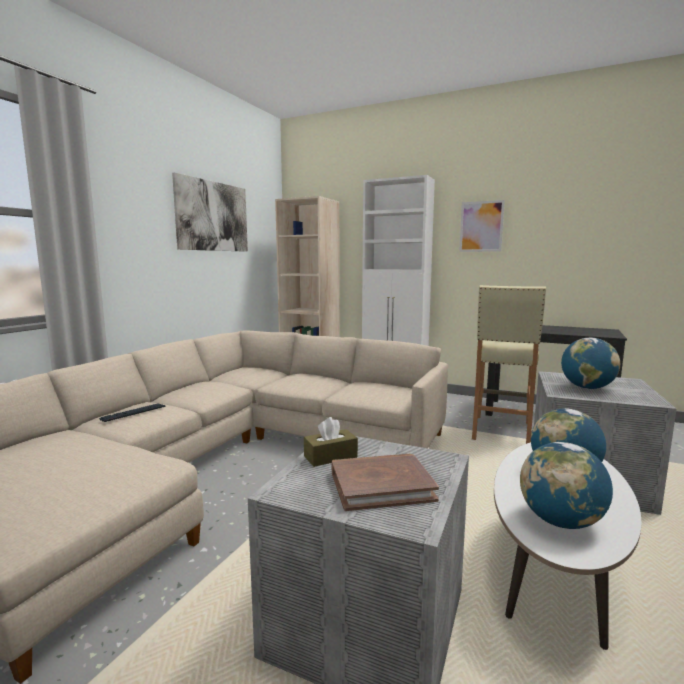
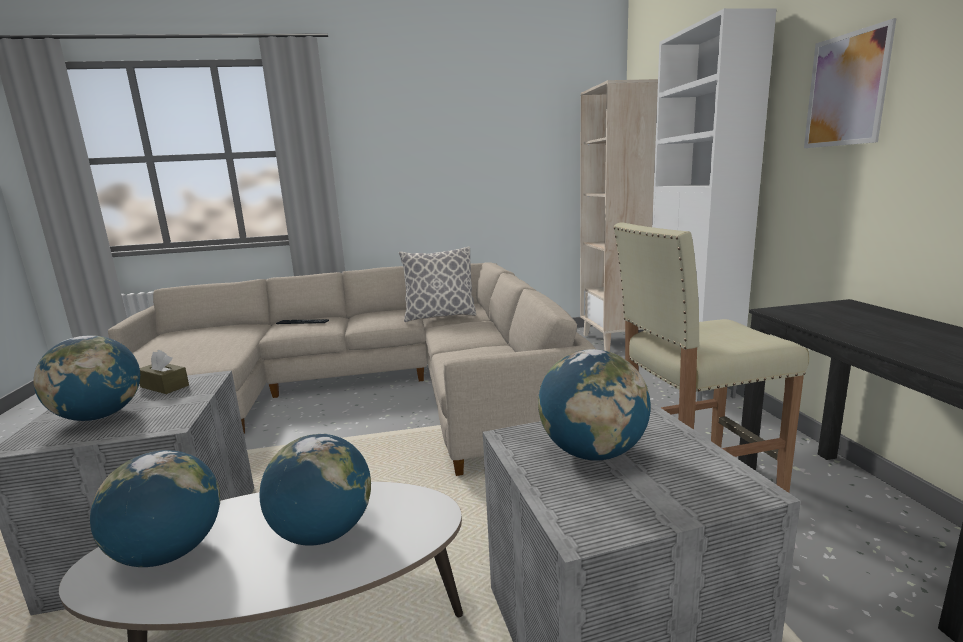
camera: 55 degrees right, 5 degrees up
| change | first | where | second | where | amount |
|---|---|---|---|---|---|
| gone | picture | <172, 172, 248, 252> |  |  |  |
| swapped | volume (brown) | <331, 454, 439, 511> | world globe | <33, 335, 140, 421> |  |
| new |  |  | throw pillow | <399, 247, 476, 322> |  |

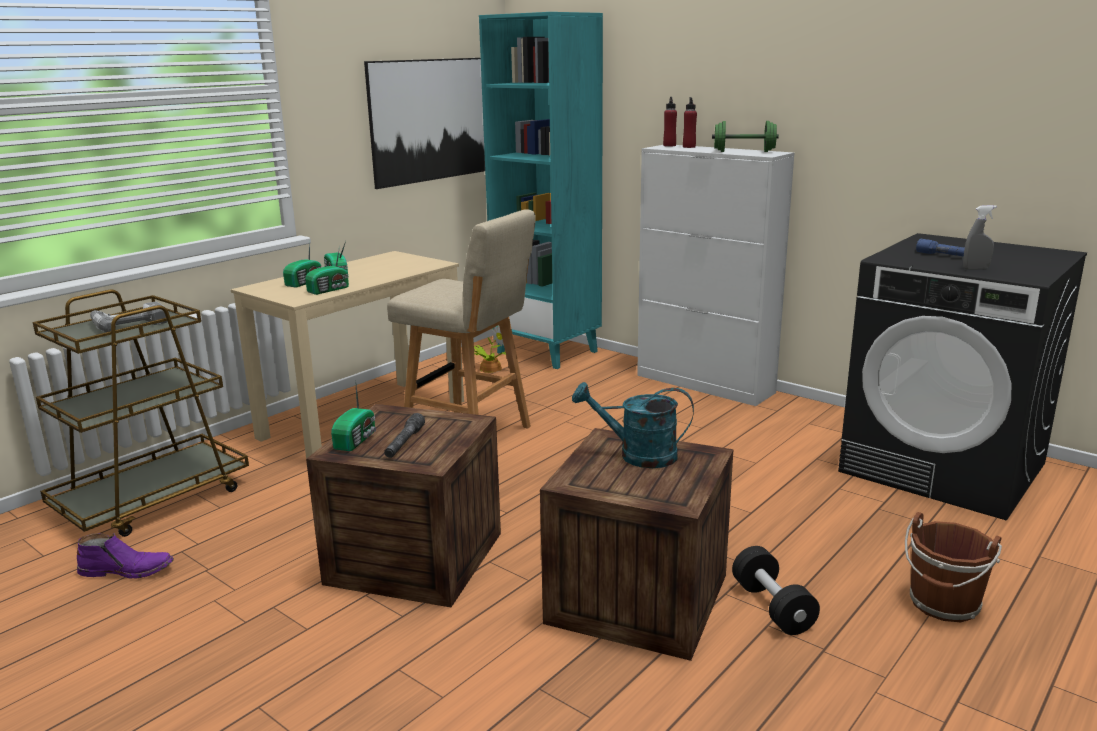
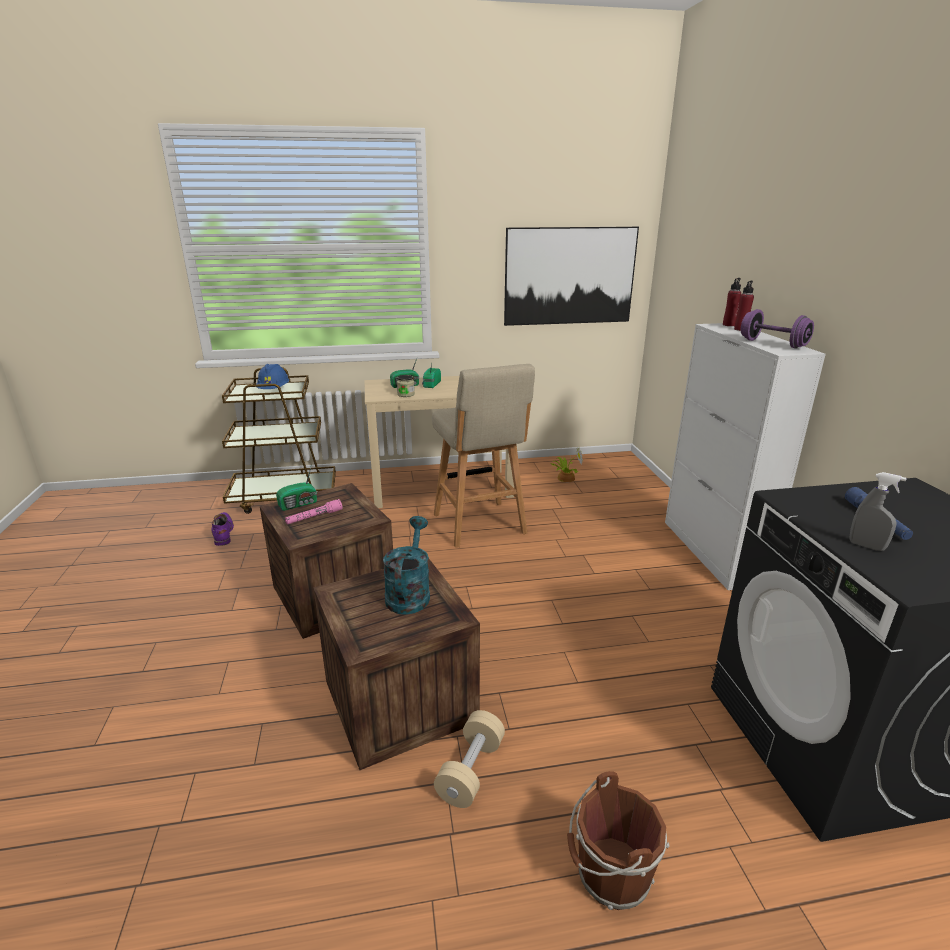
camera: 40 degrees right, 5 degrees up
| change | first | where | second | where | amount |
|---|---|---|---|---|---|
| gone | bookcase (turquoise) | <479, 12, 603, 369> |  |  |  |
| repainted | dumbbell (greenish) | <712, 121, 779, 152> | dumbbell (purplish) | <741, 309, 814, 348> |  |
| swapped | radio set | <305, 245, 349, 295> | preserve jar | <397, 375, 415, 397> |  |
| swapped | power drill | <90, 301, 167, 332> | safety helmet (bluish) | <257, 364, 289, 389> |  |
| rotated | watering can (turquoise) | <572, 382, 694, 468> |  | <383, 516, 430, 615> | 45 degrees clockwise |
| repainted | hand torch (grey) | <384, 413, 425, 458> | hand torch (pink) | <285, 499, 342, 524> |  |
| rotated | boot (purplish) | <77, 533, 174, 579> |  | <212, 512, 234, 546> | 150 degrees counterclockwise |
| repainted | dumbbell (black-coloured) | <732, 546, 820, 635> | dumbbell (sand-coloured) | <434, 710, 505, 808> |  |

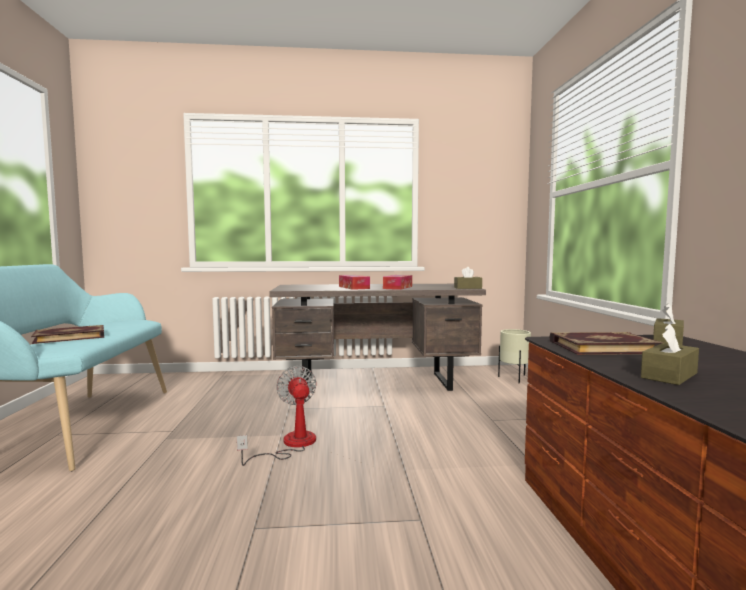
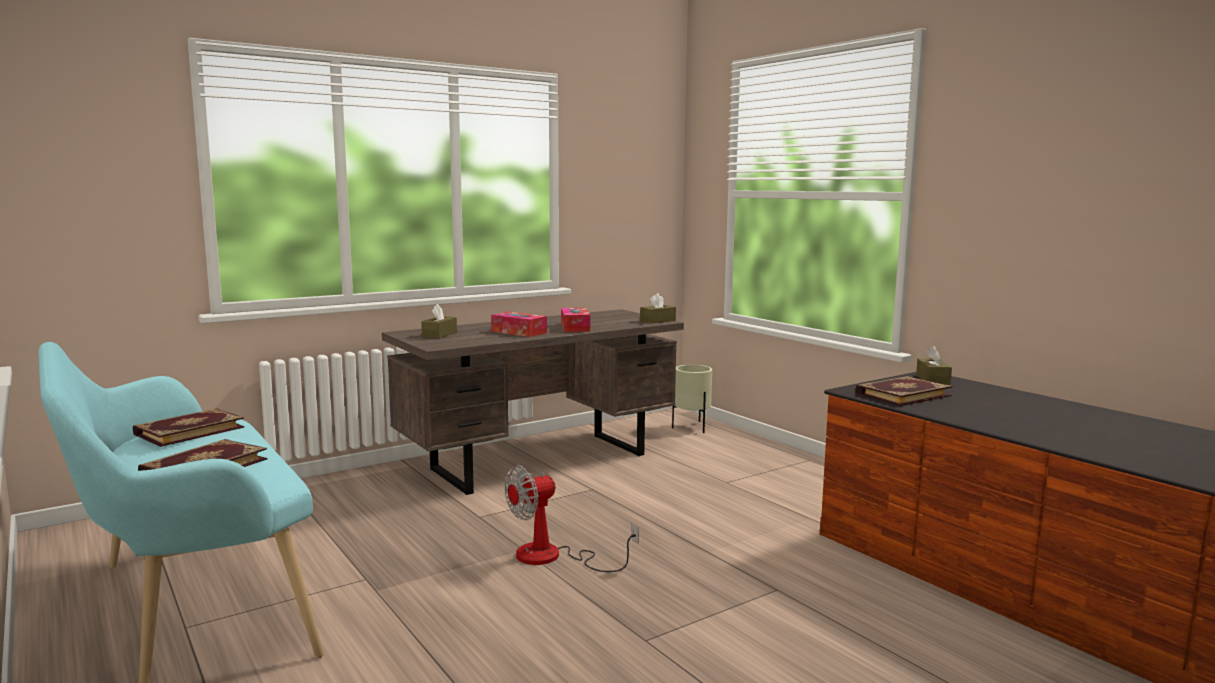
camera: 30 degrees left, 5 degrees up
| change | first | where | second | where | amount |
|---|---|---|---|---|---|
| shifted | box of tissues (brown) | <641, 324, 699, 385> |  | <421, 304, 457, 338> |  |
| rotated | electric fan | <237, 366, 317, 466> |  | <505, 466, 639, 572> | 75 degrees counterclockwise |
| new |  |  | volume | <133, 408, 244, 447> |  |

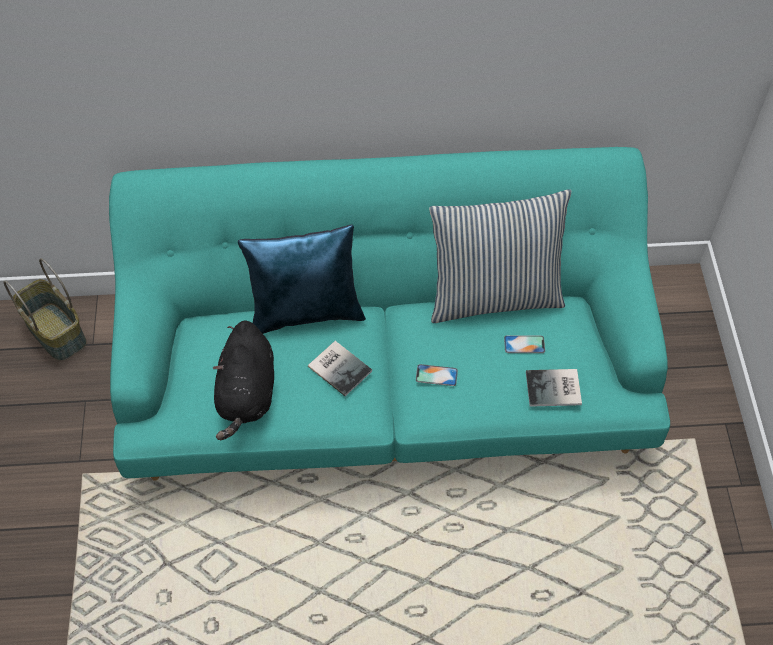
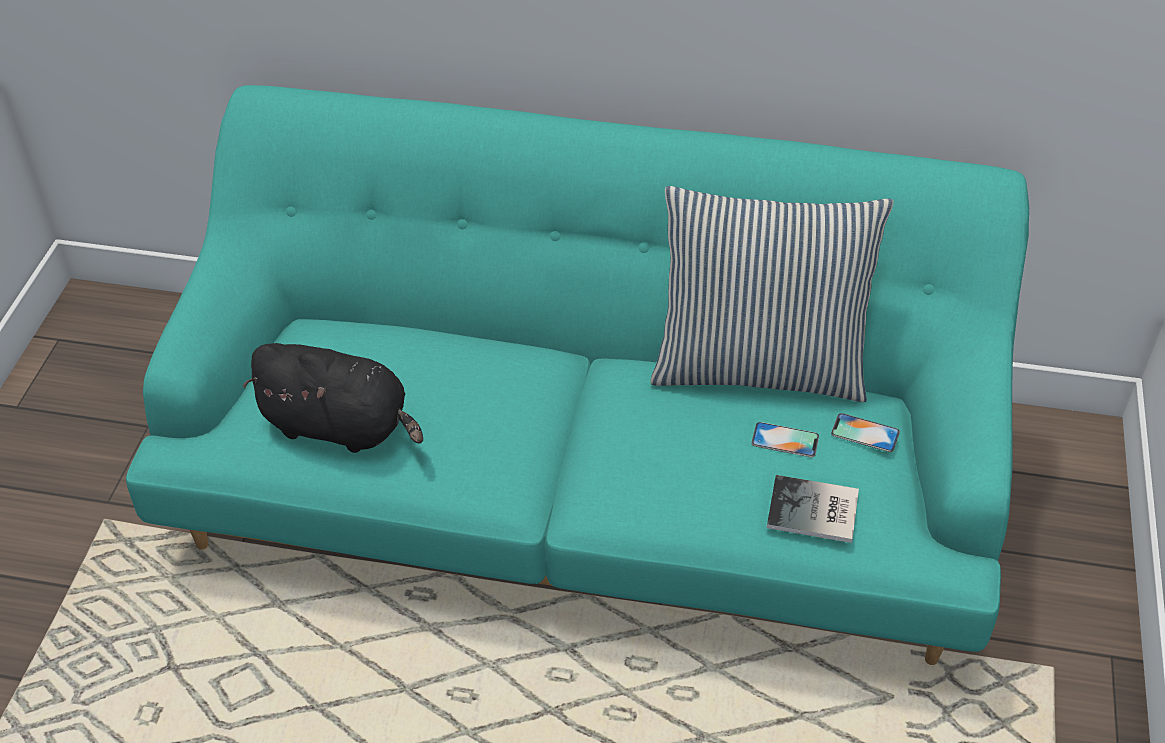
camera: 15 degrees right, 10 degrees down
| change | first | where | second | where | amount |
|---|---|---|---|---|---|
| gone | throw pillow (bluish) | <238, 225, 366, 334> |  |  |  |
| gone | storage basket | <4, 258, 87, 361> |  |  |  |
| rotated | plush toy (black-coloured) | <213, 320, 274, 440> |  | <242, 343, 423, 453> | 90 degrees counterclockwise |
| gone | volume | <308, 341, 372, 396> |  |  |  |
| shifted | telephone | <416, 364, 458, 386> |  | <831, 413, 900, 452> |  |

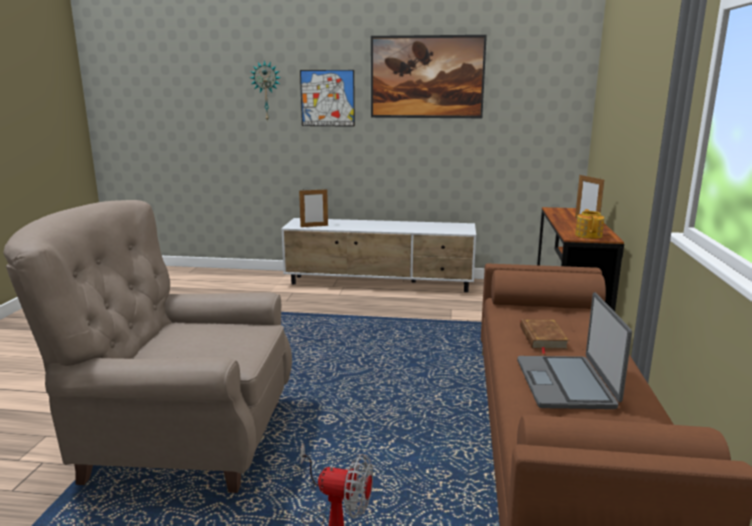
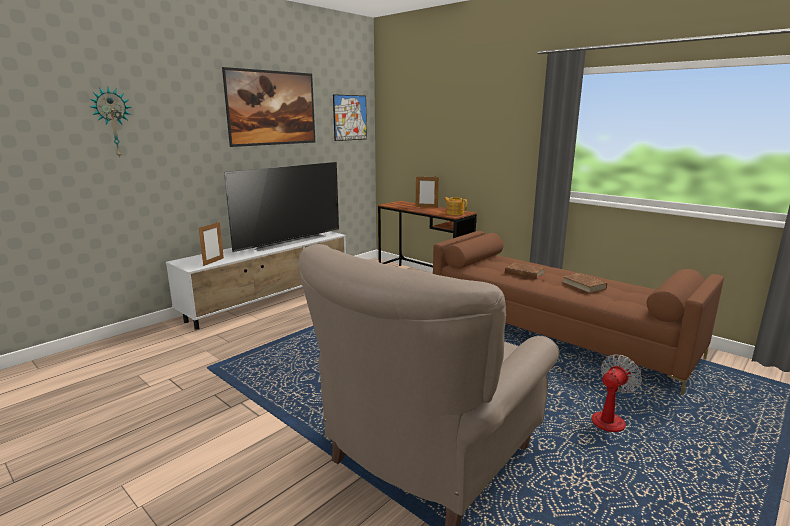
camera: 55 degrees left, 0 degrees up
| change | first | where | second | where | amount |
|---|---|---|---|---|---|
| shifted | picture | <300, 70, 355, 127> |  | <333, 94, 367, 141> |  |
| swapped | portable computer | <517, 292, 632, 409> | volume (brown) | <562, 273, 607, 293> |  |
| new |  |  | TV set | <224, 162, 339, 252> |  |

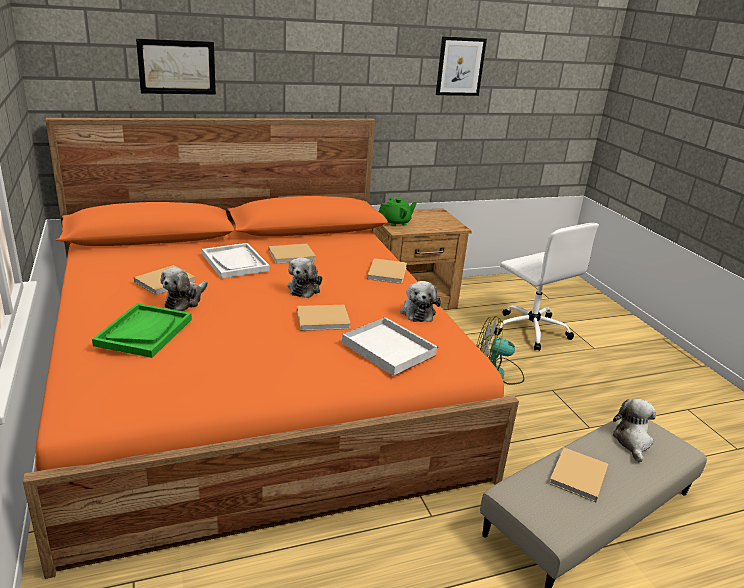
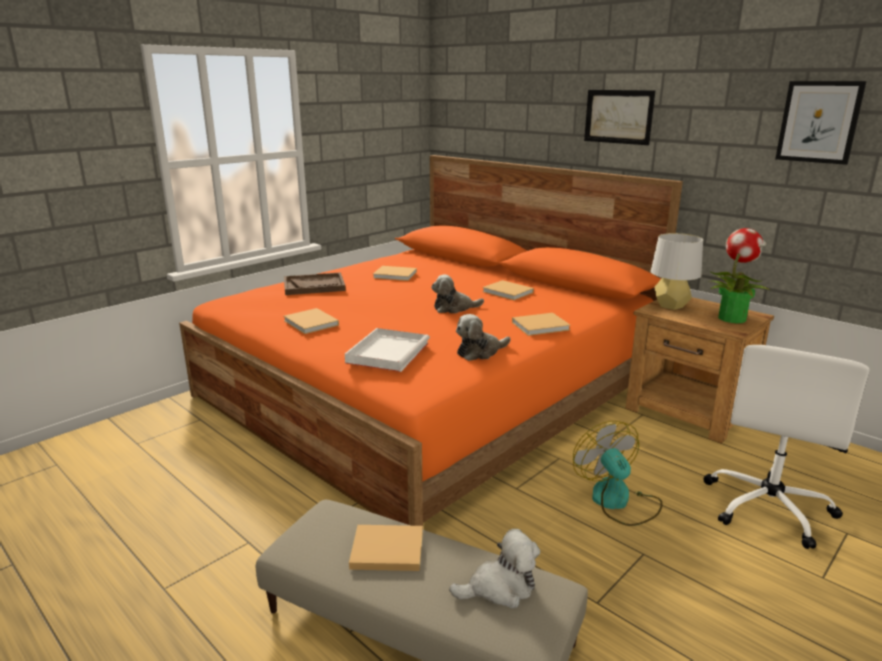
camera: 65 degrees right, 5 degrees down
| change | first | where | second | where | amount |
|---|---|---|---|---|---|
| shifted | picture | <136, 39, 216, 94> |  | <584, 90, 655, 145> |  |
| swapped | tea pot (greenish) | <379, 198, 417, 226> | tabletop lamp (grey) | <651, 233, 703, 310> |  |
| gone | carrying tray (white-coloured) | <202, 243, 270, 279> |  |  |  |
| gone | plush toy | <160, 267, 208, 311> |  |  |  |
| repainted | carrying tray (greenish) | <92, 303, 192, 358> | carrying tray (brown) | <284, 272, 346, 295> |  |
| shifted | volume (sand-coloured) | <297, 305, 351, 331> |  | <284, 308, 339, 334> |  |
| new |  |  | plant in a pot | <711, 228, 771, 323> |  |

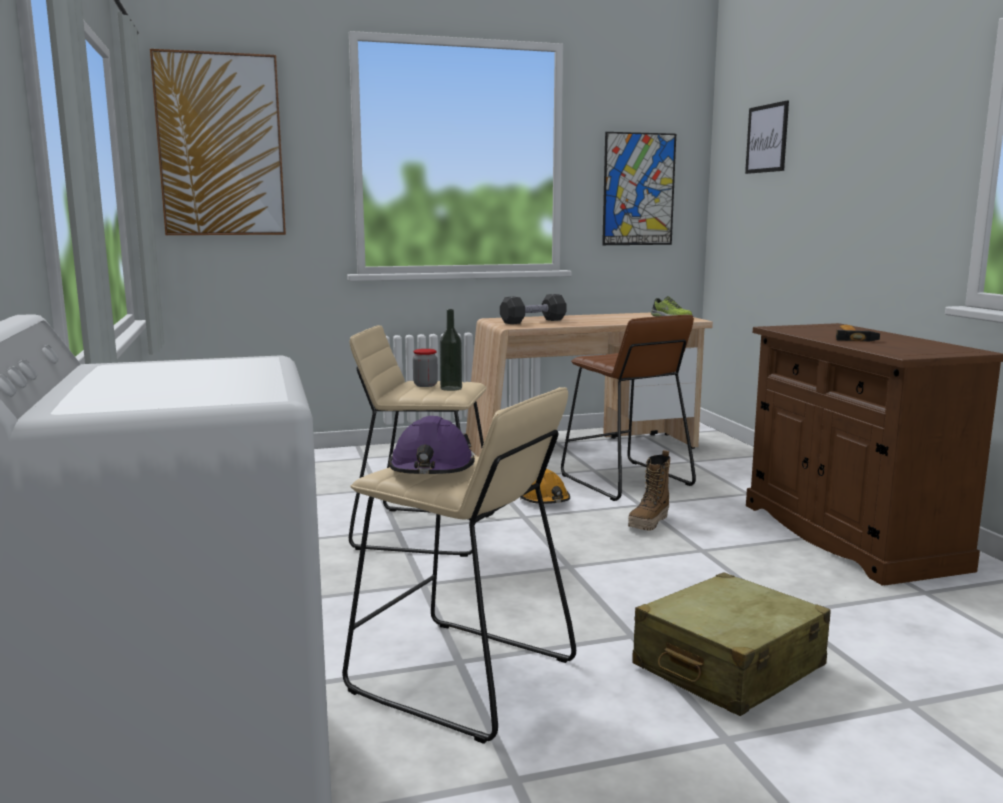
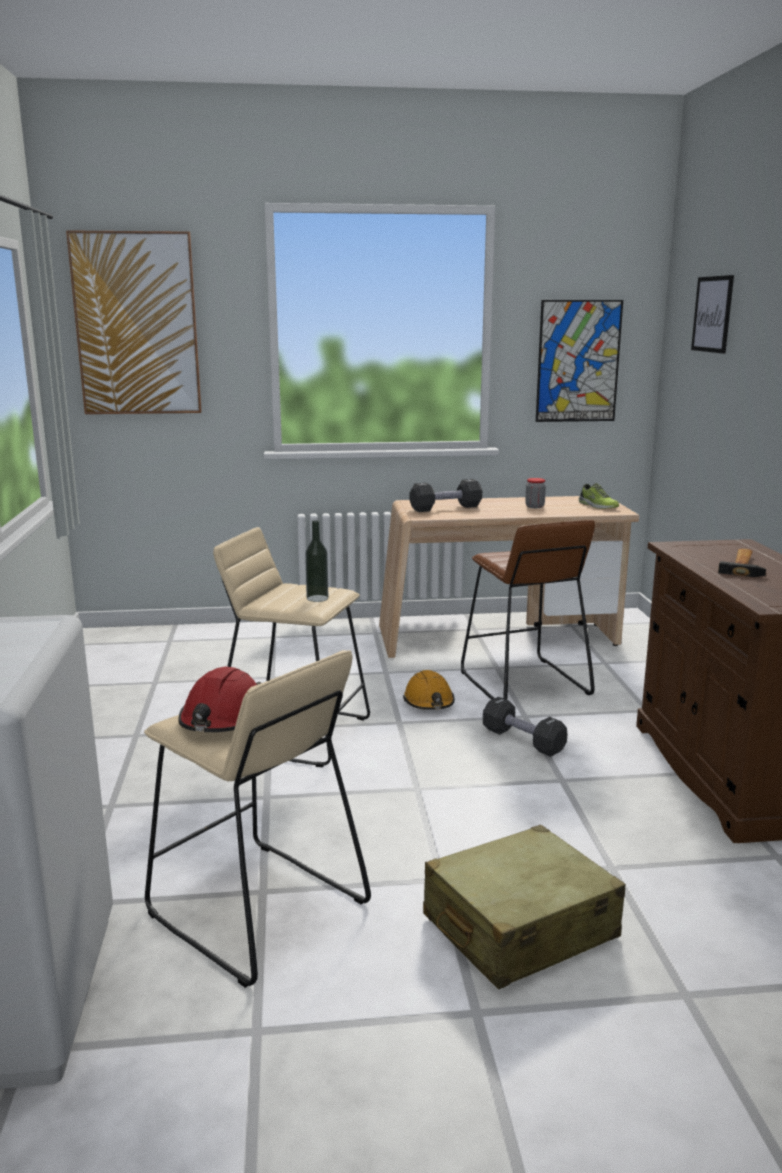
camera: 10 degrees right, 5 degrees up
| change | first | where | second | where | amount |
|---|---|---|---|---|---|
| shifted | preserve jar | <413, 349, 438, 387> |  | <525, 478, 546, 508> |  |
| repainted | safety helmet (purplish) | <389, 416, 475, 474> | safety helmet (red) | <178, 667, 261, 732> |  |
| swapped | boot | <628, 450, 670, 531> | dumbbell (black-coloured) | <483, 697, 567, 757> |  |

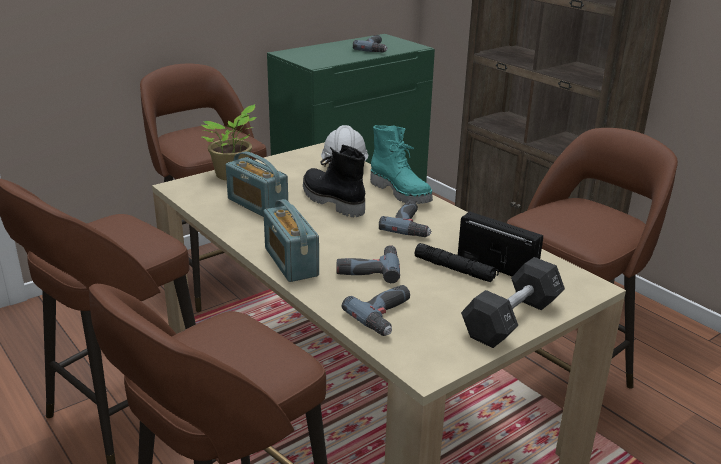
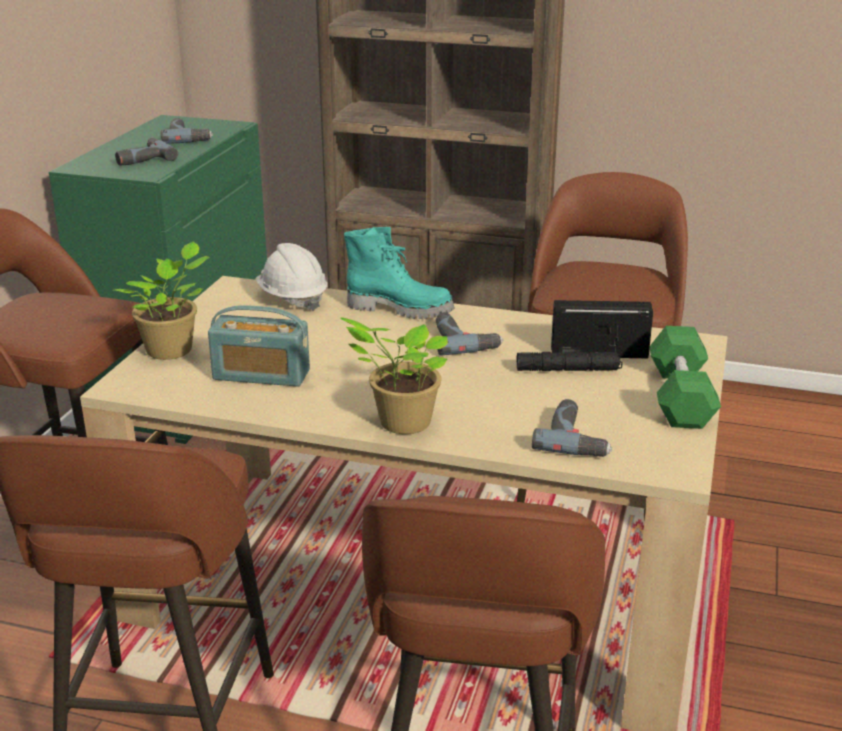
camera: 35 degrees left, 0 degrees up
| change | first | where | second | where | amount |
|---|---|---|---|---|---|
| gone | boot (black-coloured) | <303, 144, 365, 217> |  |  |  |
| swapped | radio set | <263, 199, 319, 282> | plant in a pot | <341, 318, 448, 434> |  |
| shifted | power drill | <336, 245, 400, 283> |  | <115, 138, 178, 166> |  |
| repainted | dumbbell (black-coloured) | <461, 257, 565, 348> | dumbbell (greenish) | <649, 326, 721, 429> |  |

